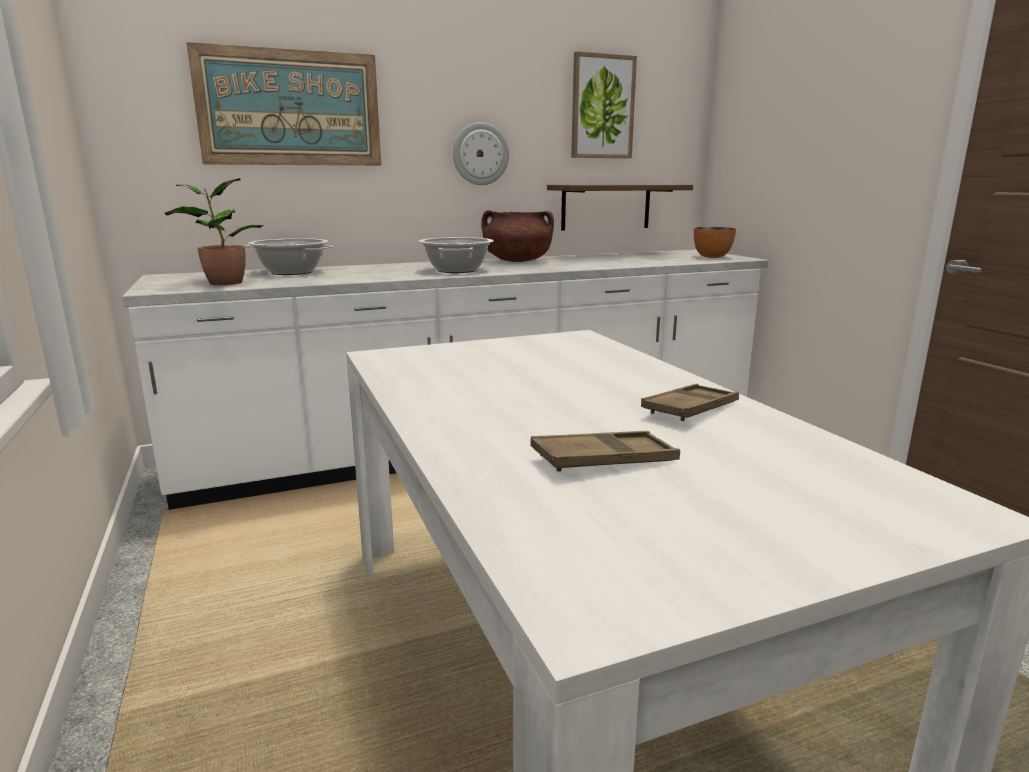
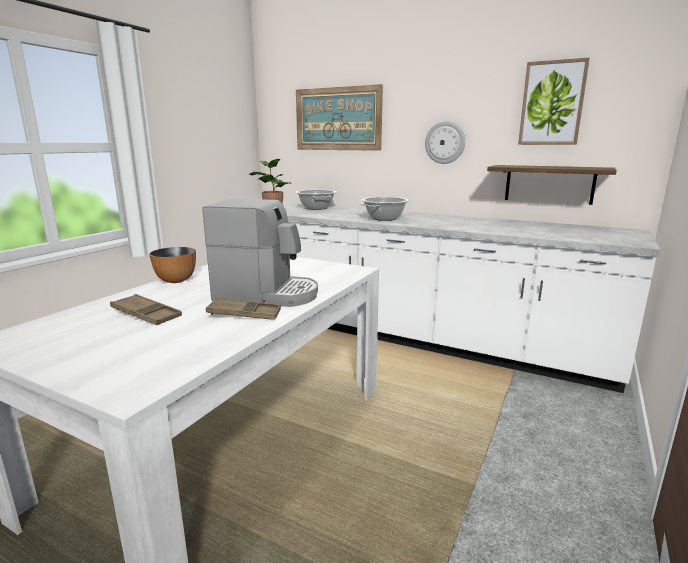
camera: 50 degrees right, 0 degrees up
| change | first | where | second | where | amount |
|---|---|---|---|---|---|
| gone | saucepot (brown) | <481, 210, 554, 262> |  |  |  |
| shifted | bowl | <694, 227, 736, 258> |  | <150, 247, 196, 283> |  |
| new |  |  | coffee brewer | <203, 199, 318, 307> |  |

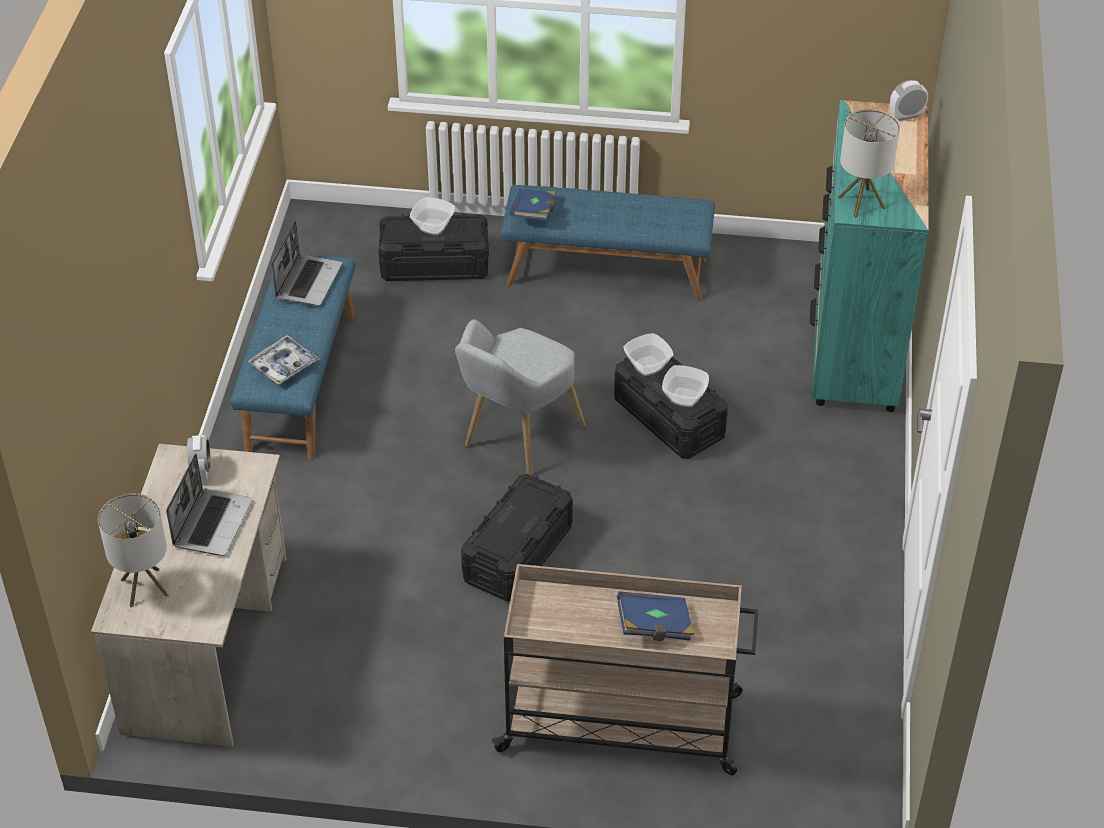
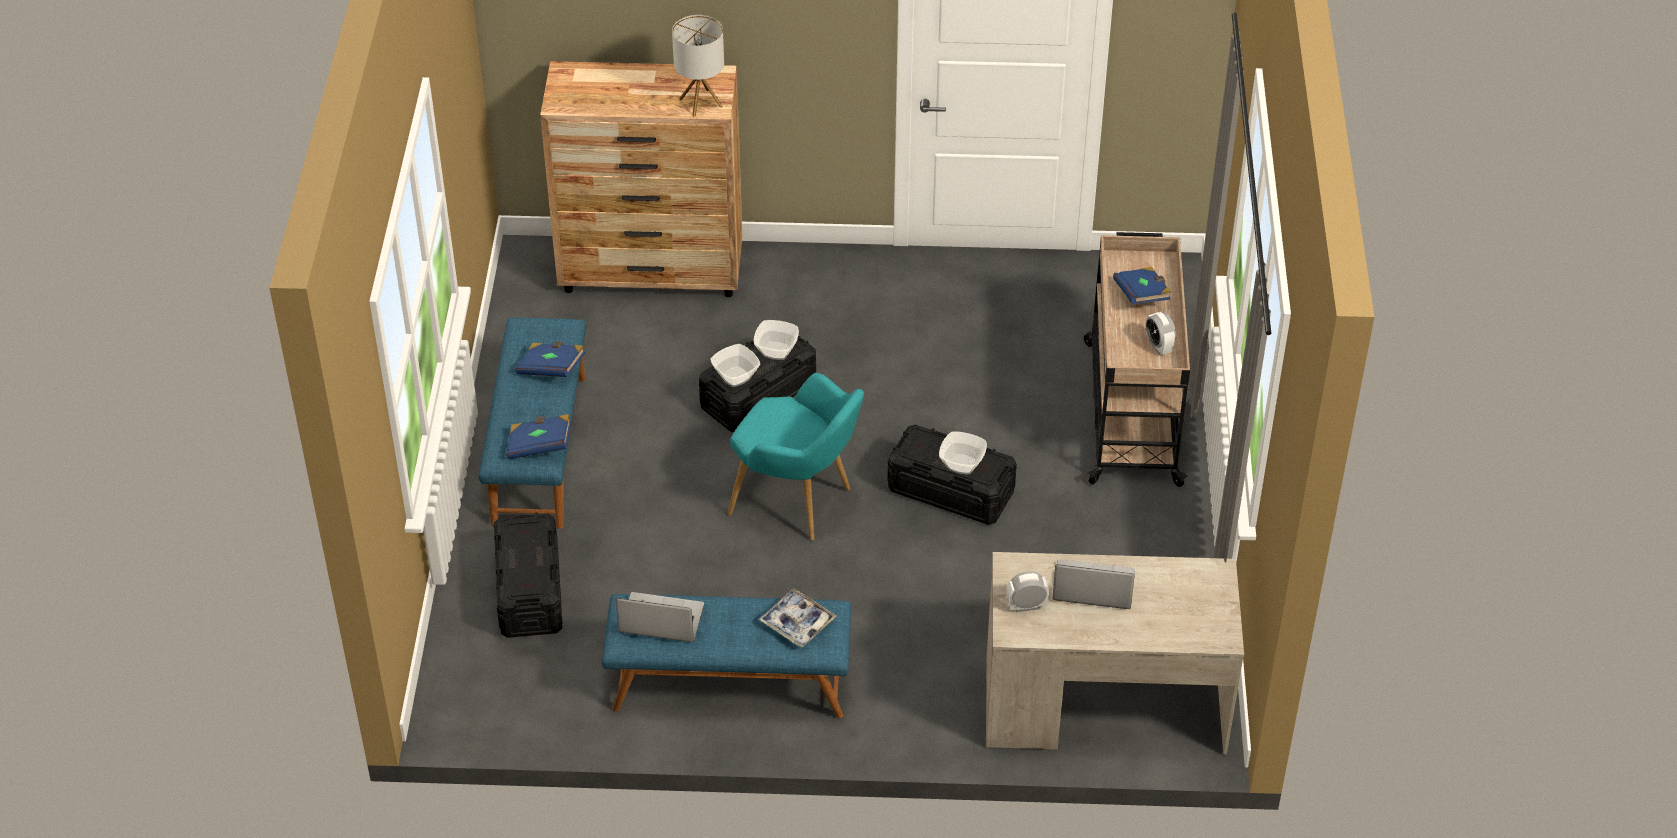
camera: 95 degrees left, 0 degrees up
| change | first | where | second | where | amount |
|---|---|---|---|---|---|
| shifted | alarm clock | <890, 80, 928, 121> |  | <1146, 312, 1176, 355> |  |
| repainted | chest of drawers (turquoise) | <810, 100, 929, 412> | chest of drawers (brown) | <540, 61, 742, 297> |  |
| shifted | bowl | <410, 197, 455, 235> |  | <939, 431, 987, 474> |  |
| repainted | easy chair (grey) | <455, 319, 585, 476> | easy chair (turquoise) | <728, 373, 864, 540> |  |
| gone | tabletop lamp | <98, 493, 169, 607> |  |  |  |
| new |  |  | volume (bluish) | <515, 341, 585, 377> |  |

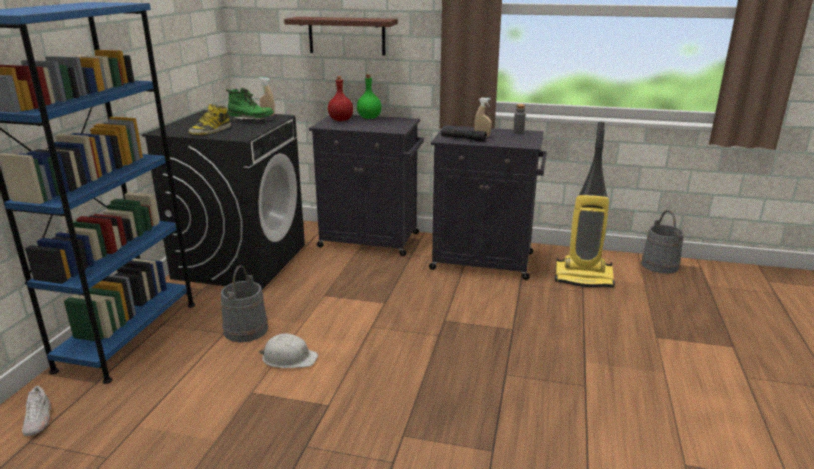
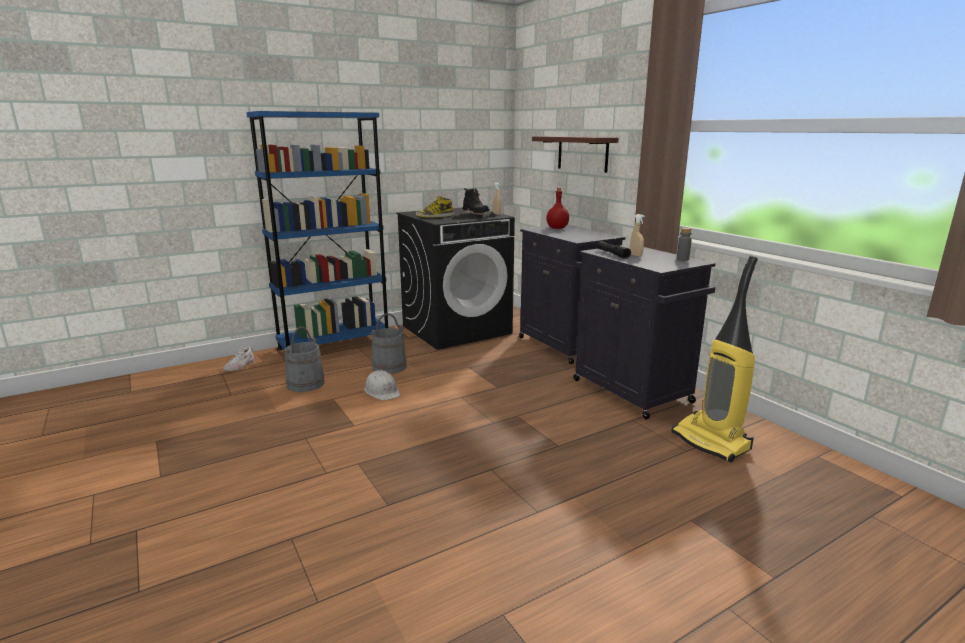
camera: 45 degrees right, 5 degrees down
| change | first | where | second | where | amount |
|---|---|---|---|---|---|
| gone | drink bottle (greenish) | <357, 74, 381, 119> |  |  |  |
| repainted | boot (greenish) | <226, 88, 274, 122> | boot (black-coloured) | <462, 188, 490, 215> |  |
| shifted | pail (grey) | <641, 210, 684, 274> |  | <285, 327, 325, 392> |  |

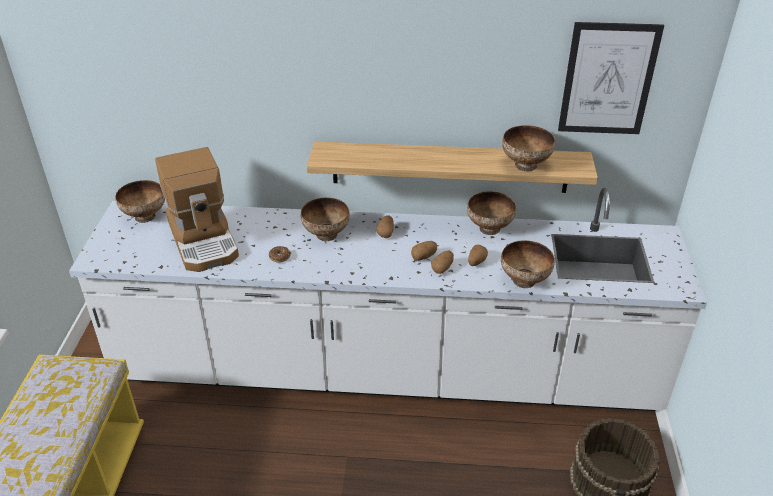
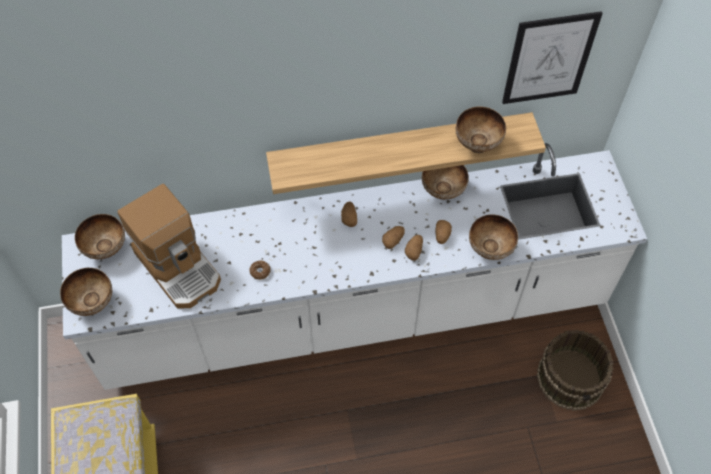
camera: 15 degrees left, 20 degrees up
| change | first | where | second | where | amount |
|---|---|---|---|---|---|
| shifted | bowl | <301, 197, 350, 241> |  | <60, 268, 112, 316> |  |

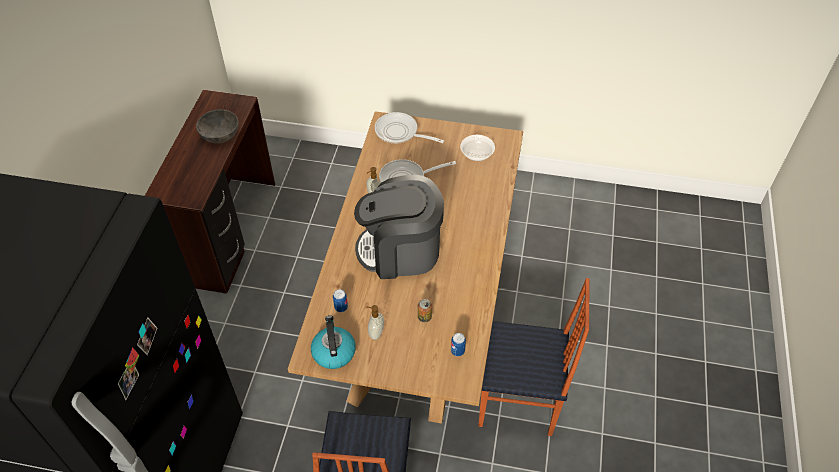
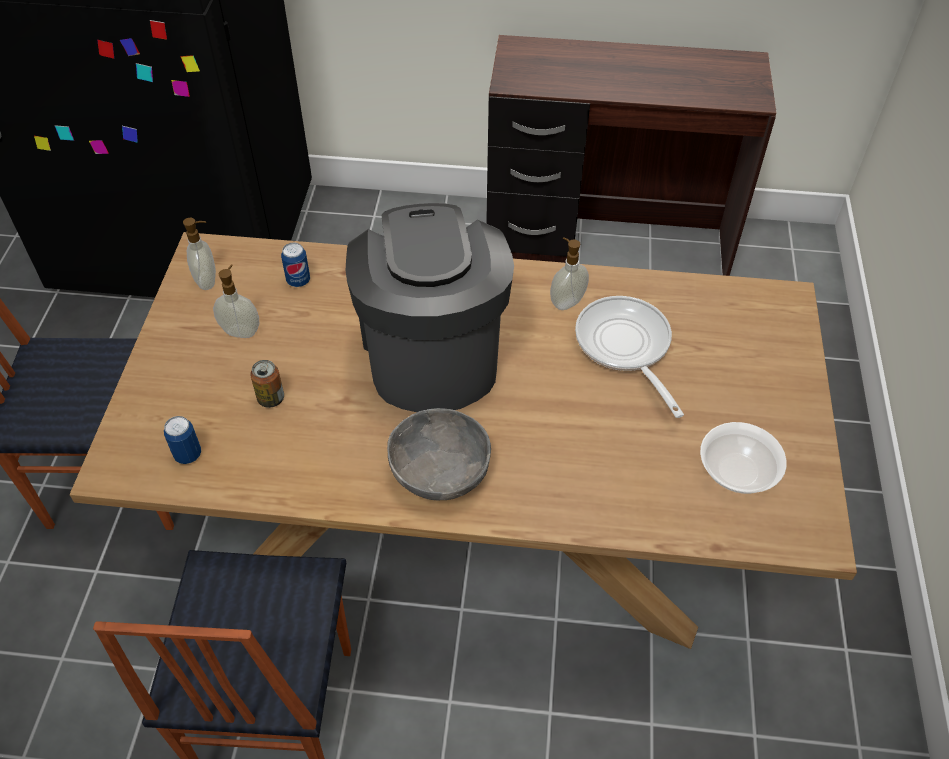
camera: 85 degrees right, 0 degrees up
| change | first | where | second | where | amount |
|---|---|---|---|---|---|
| shifted | bowl (grey) | <196, 109, 239, 144> |  | <387, 408, 491, 500> |  |
| gone | pan | <375, 112, 444, 144> |  |  |  |
| swapped | kettle | <311, 315, 356, 369> | soap bottle | <183, 218, 216, 290> |  |

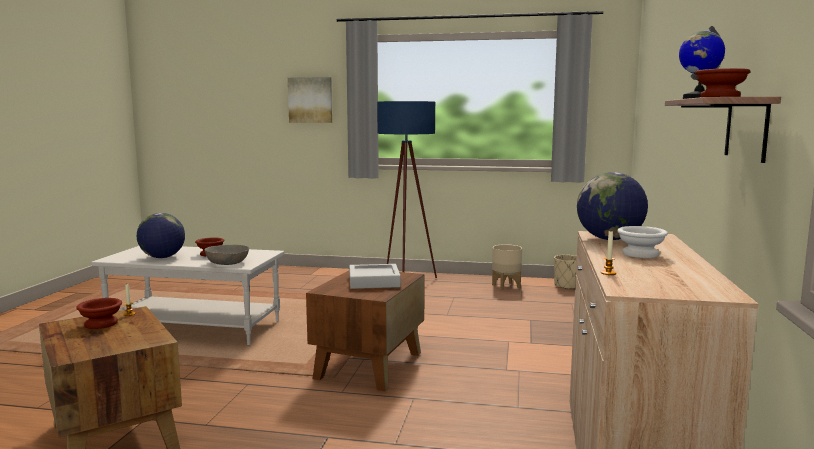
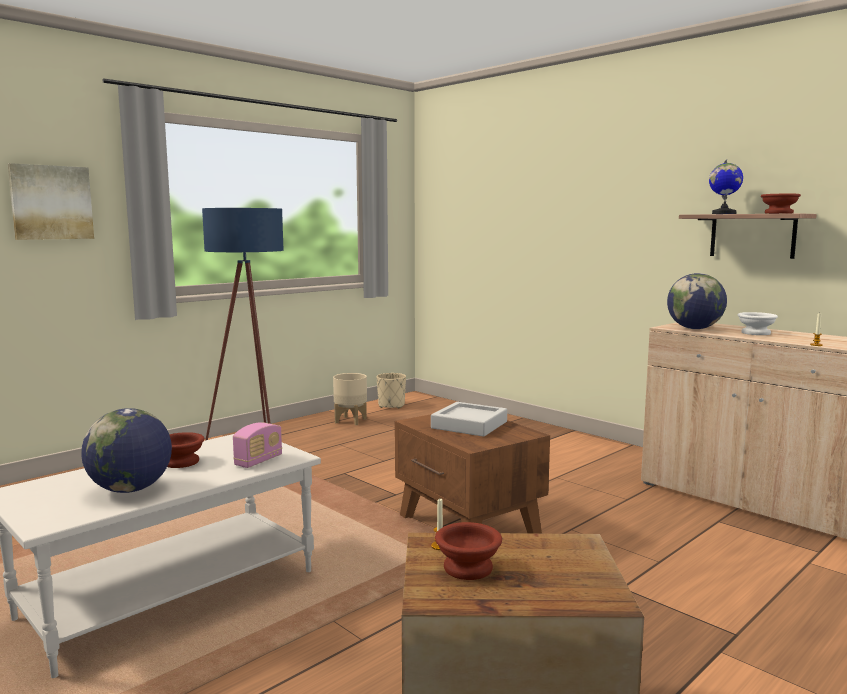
camera: 55 degrees left, 0 degrees up
| change | first | where | second | where | amount |
|---|---|---|---|---|---|
| swapped | bowl (grey) | <205, 245, 249, 265> | radio set | <233, 422, 282, 468> |  |

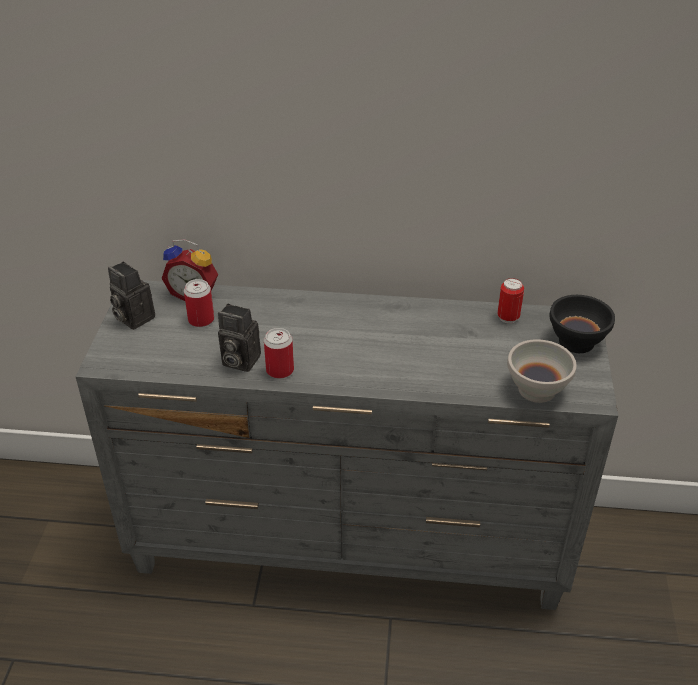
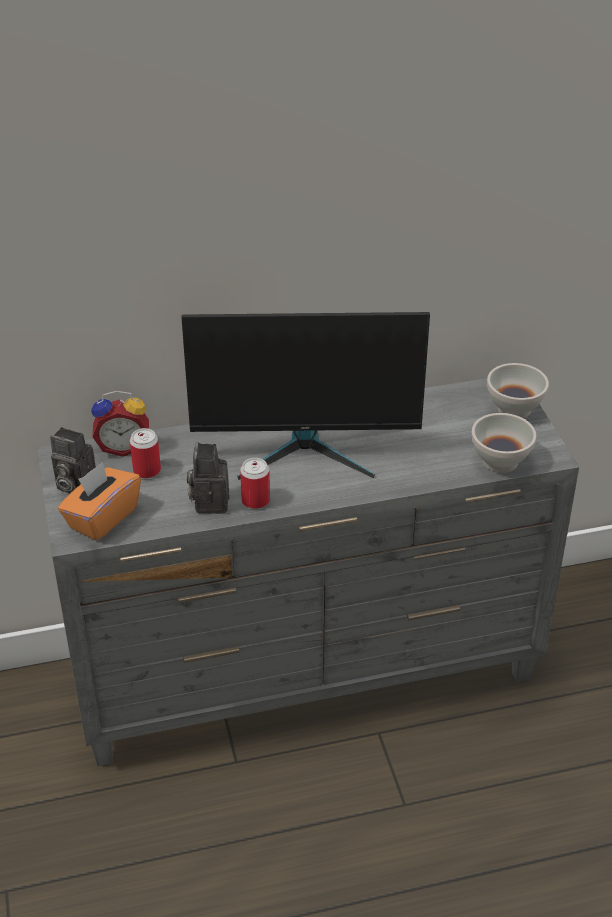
camera: 20 degrees left, 0 degrees up
| change | first | where | second | where | amount |
|---|---|---|---|---|---|
| gone | can | <497, 278, 524, 323> |  |  |  |
| repainted | bowl (black-coloured) | <549, 295, 615, 353> | bowl (white-coloured) | <487, 363, 549, 419> |  |
| rotated | photo camera | <218, 304, 261, 372> |  | <187, 441, 230, 514> | 90 degrees clockwise |
| new |  |  | monitor | <181, 312, 430, 480> |  |
| new |  |  | box of tissues (orange-coloured) | <58, 462, 141, 541> |  |

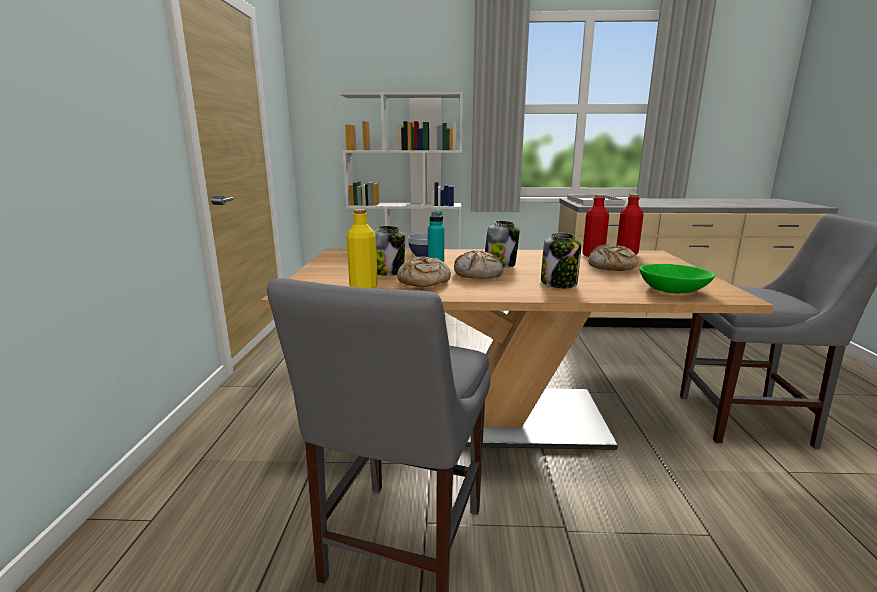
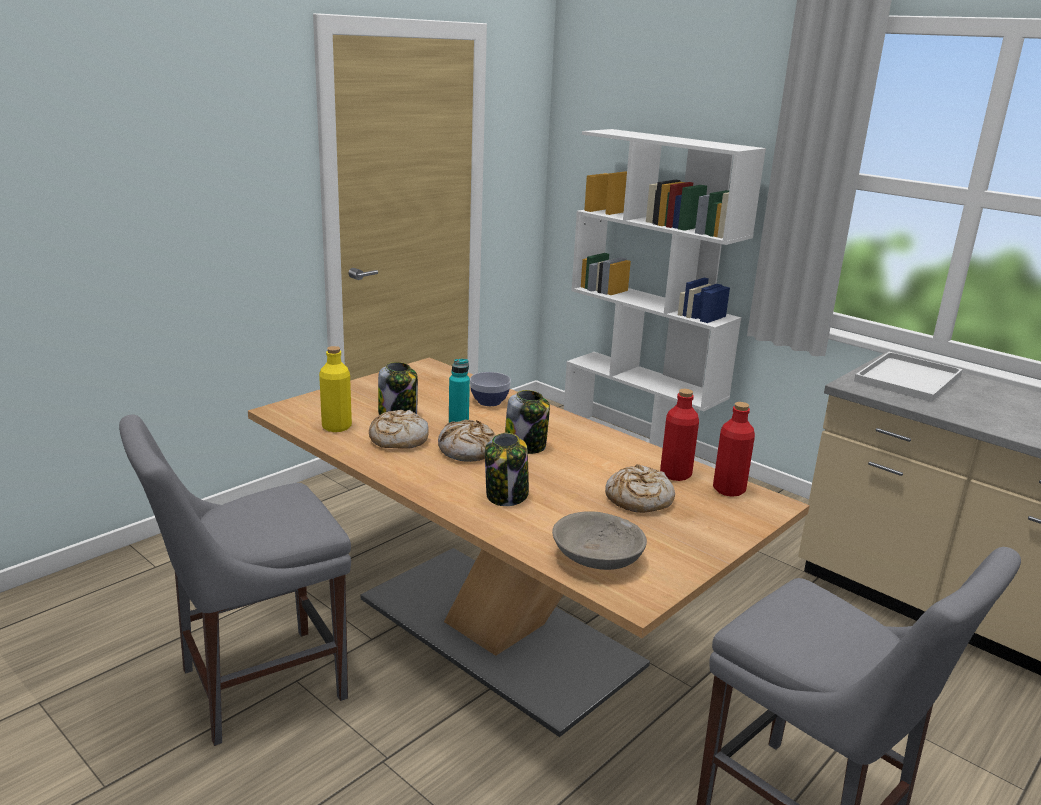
camera: 40 degrees right, 5 degrees up
| change | first | where | second | where | amount |
|---|---|---|---|---|---|
| repainted | bowl (greenish) | <639, 264, 715, 293> | bowl (grey) | <552, 512, 647, 570> |  |

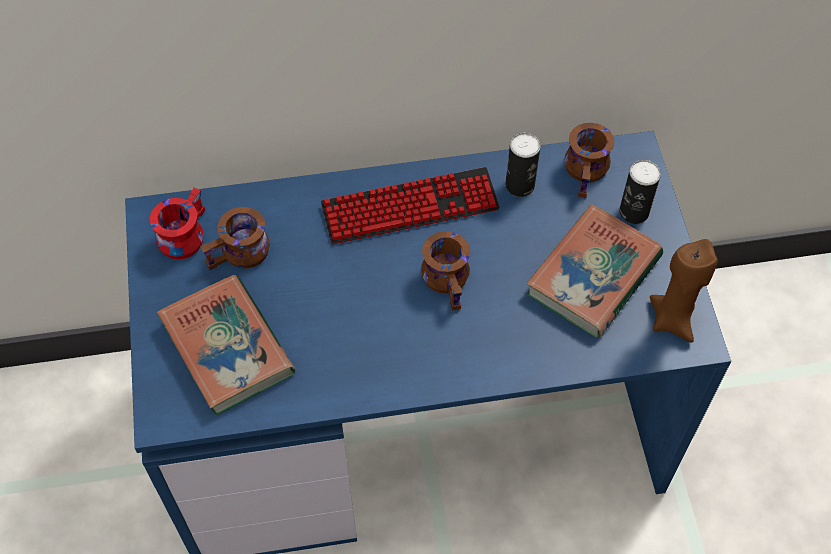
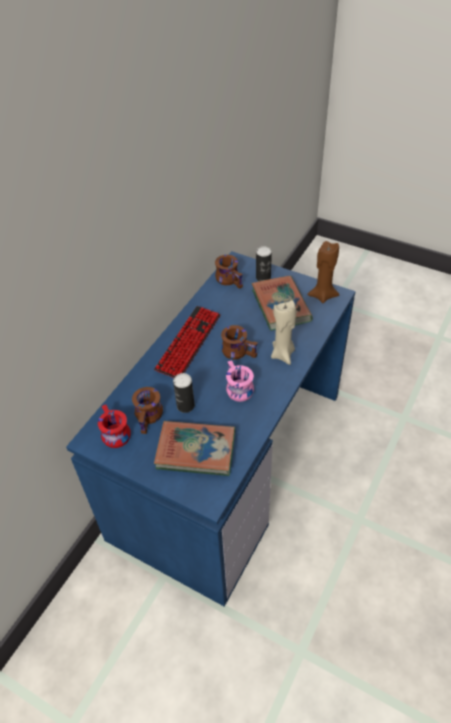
camera: 50 degrees left, 10 degrees down
| change | first | where | second | where | amount |
|---|---|---|---|---|---|
| shifted | can | <505, 133, 541, 197> |  | <173, 373, 195, 413> |  |
| new |  |  | candle (sand-coloured) | <271, 300, 296, 365> |  |
| new |  |  | tea mug (pink) | <226, 360, 254, 402> |  |

